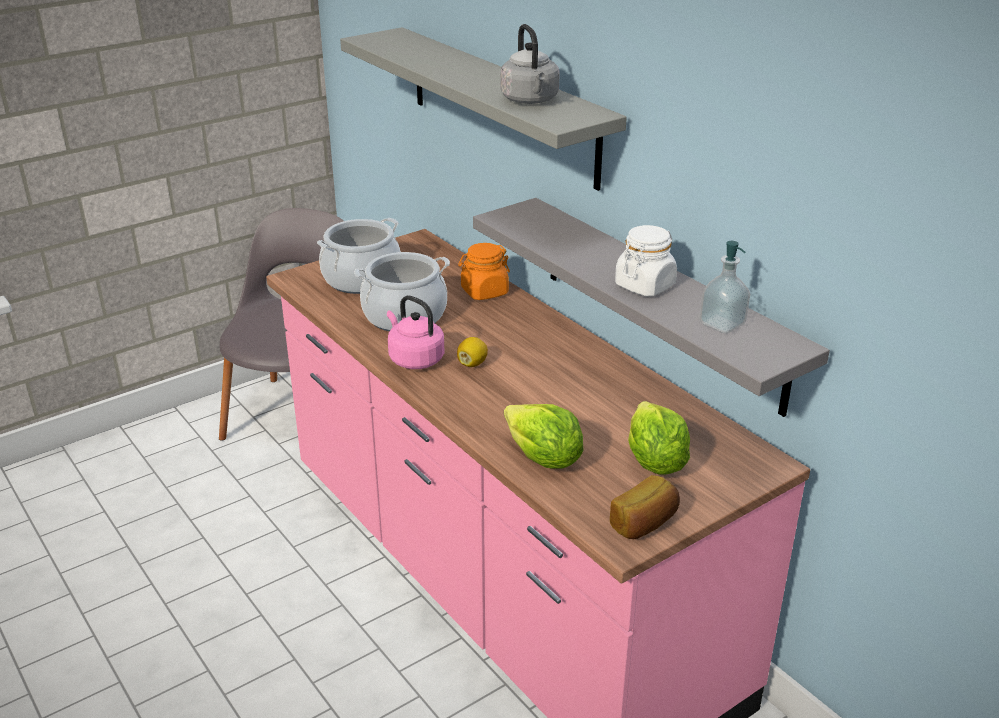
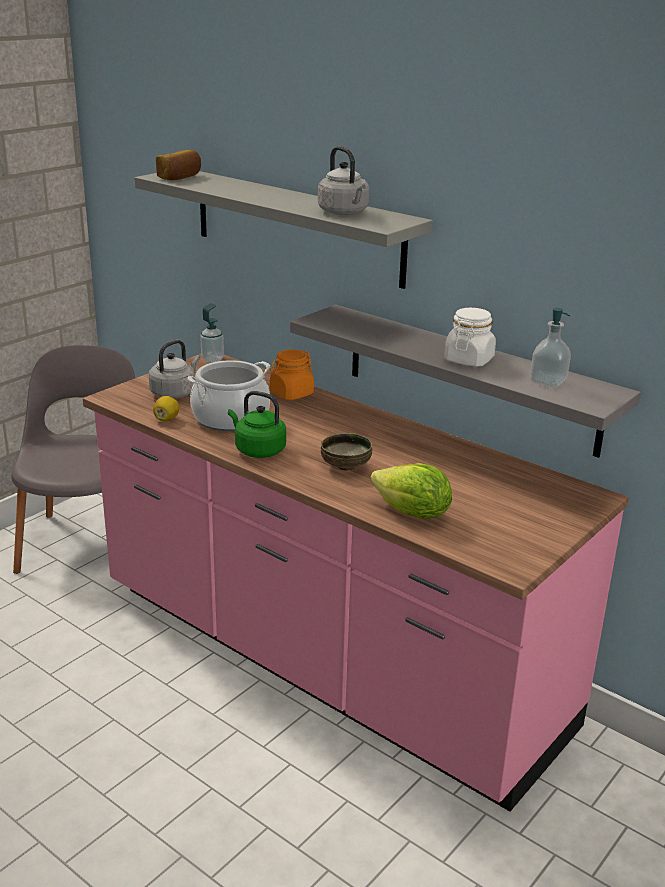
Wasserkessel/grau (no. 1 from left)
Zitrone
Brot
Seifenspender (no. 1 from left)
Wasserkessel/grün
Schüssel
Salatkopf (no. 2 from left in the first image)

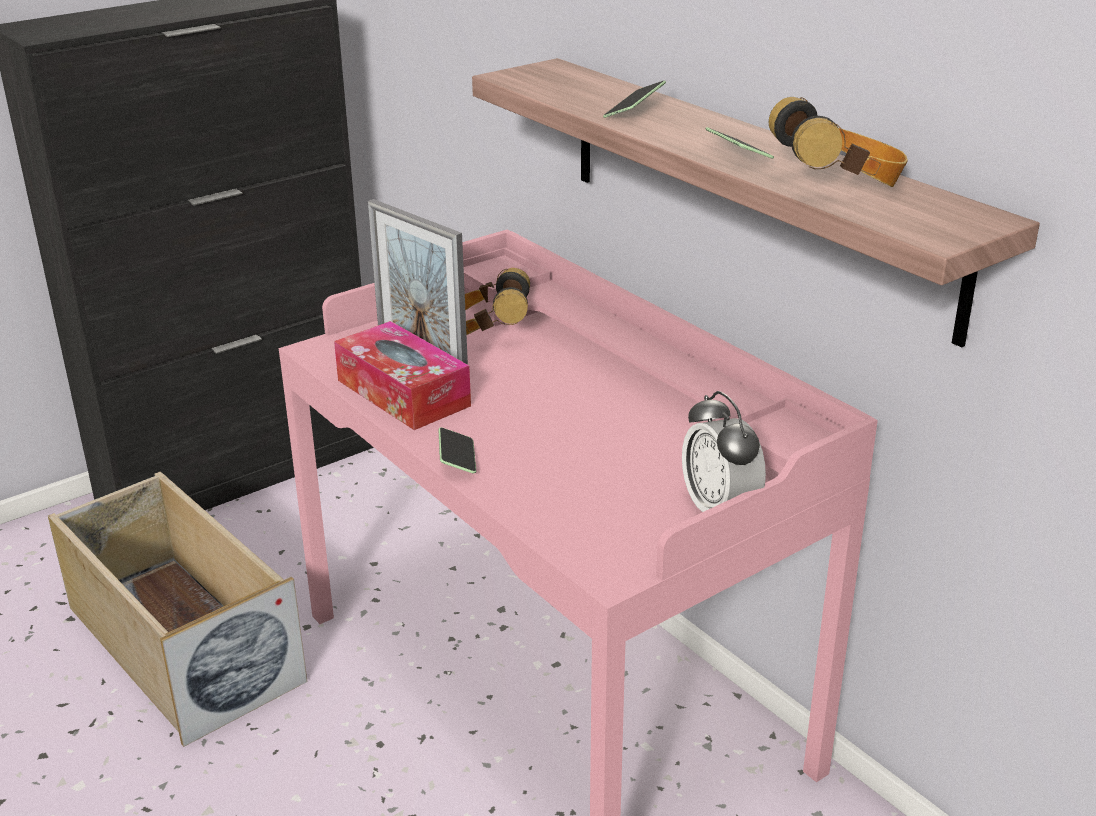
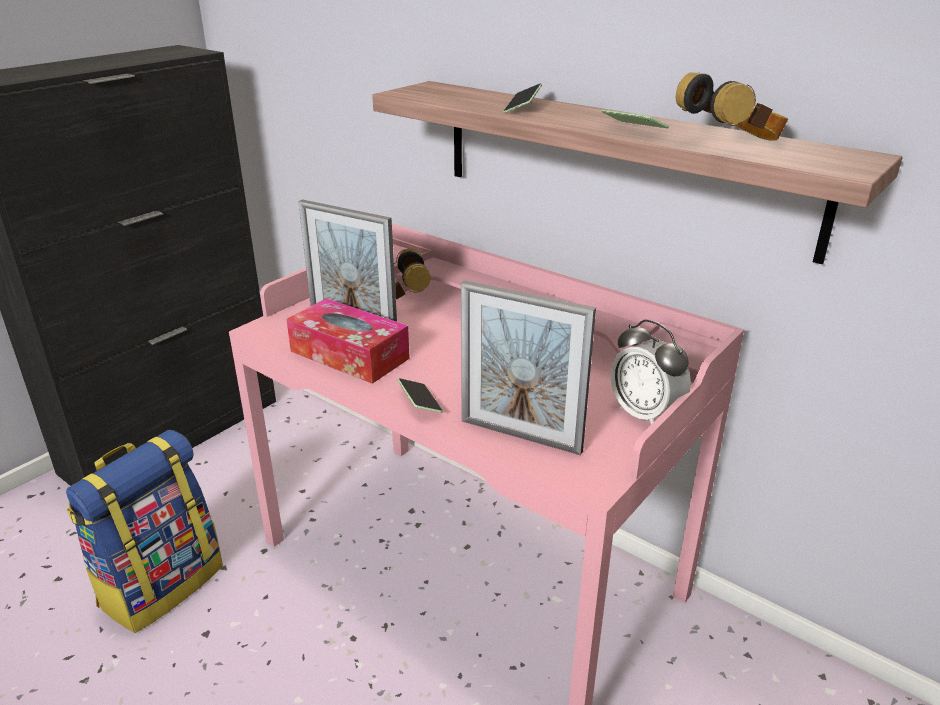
Rucksack
Bilderrahmen (no. 2 from left)

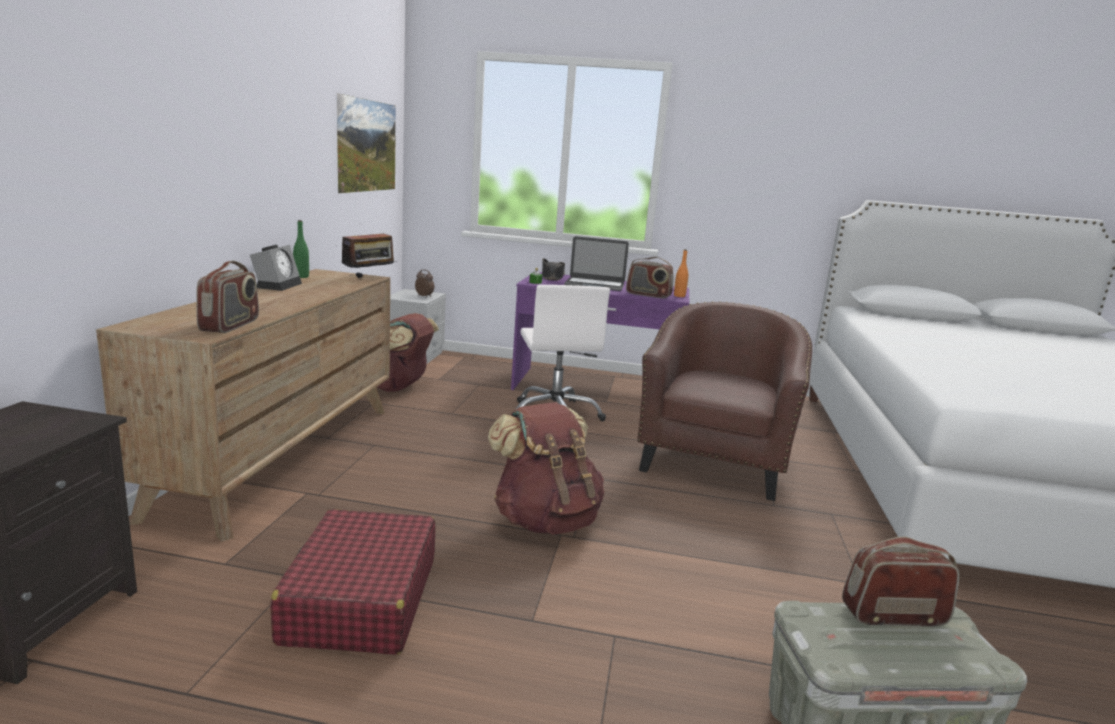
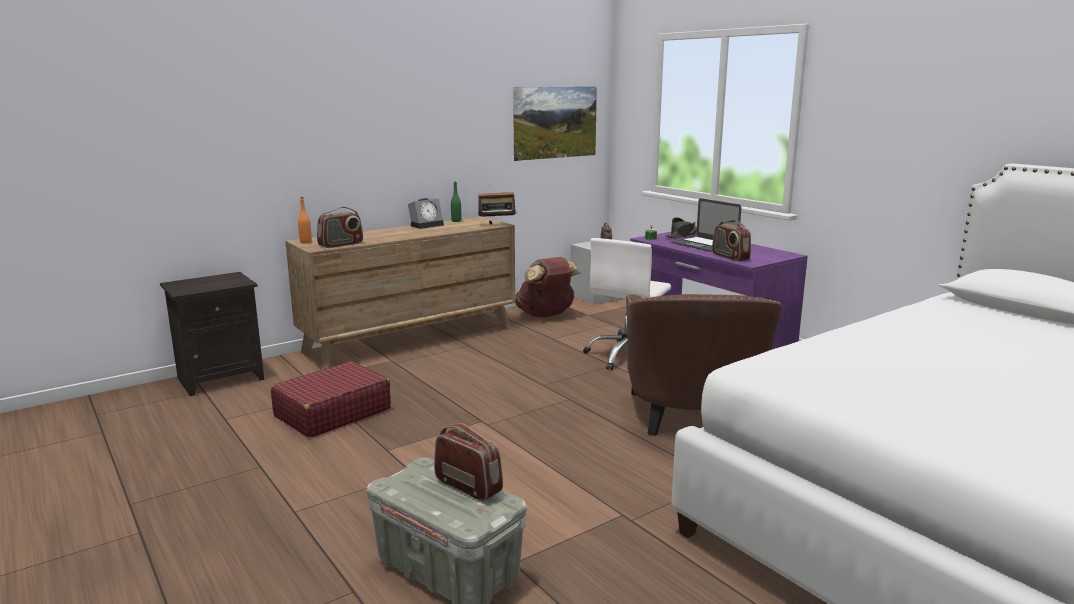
Flasche/orange
Sessel/braun
Rucksack/braun (no. 2 from left in the first image)

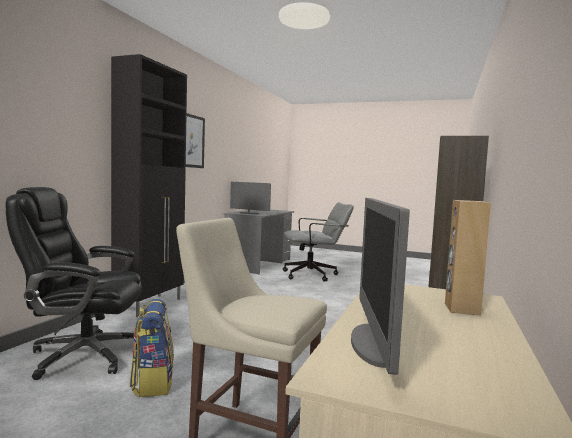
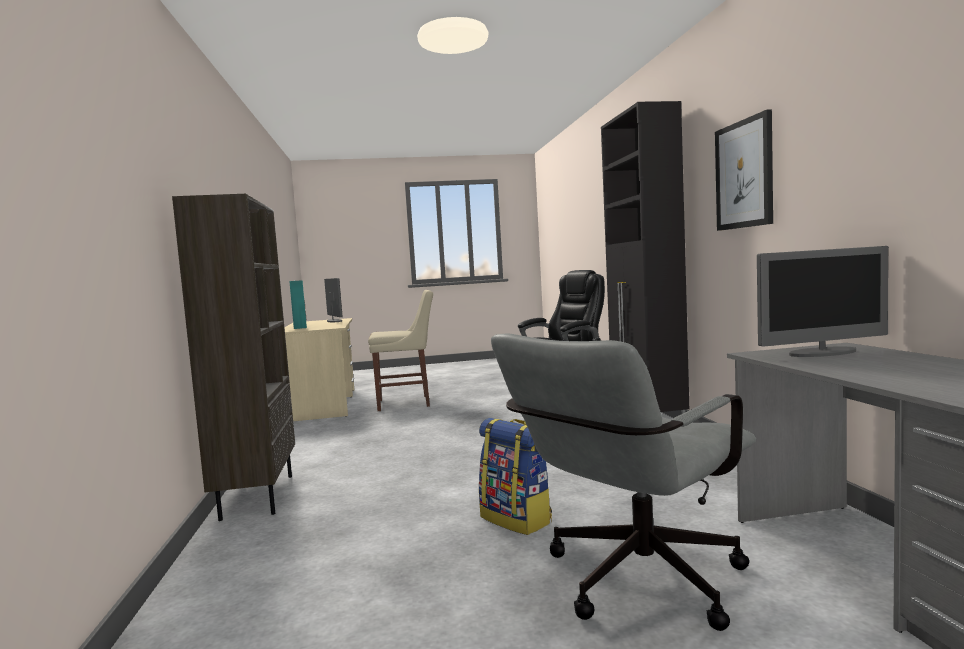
Lautsprecher/türkis
Rucksack

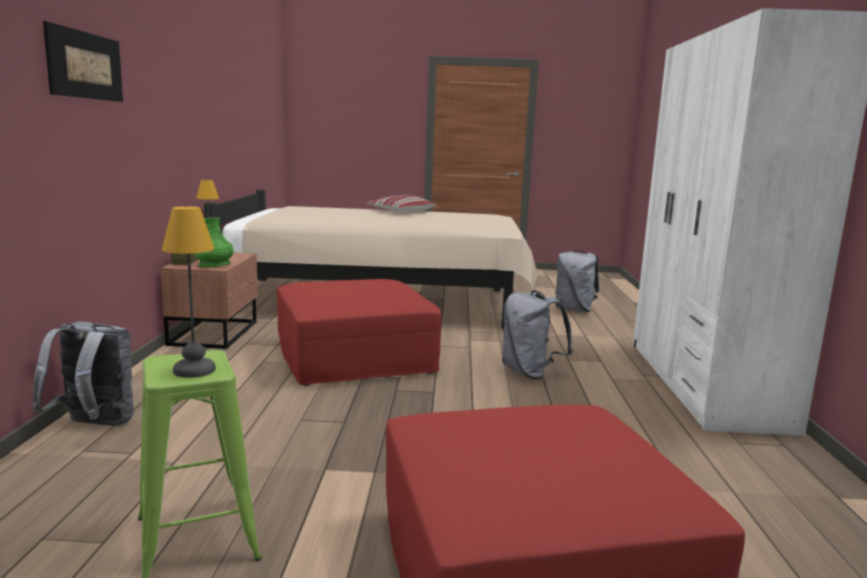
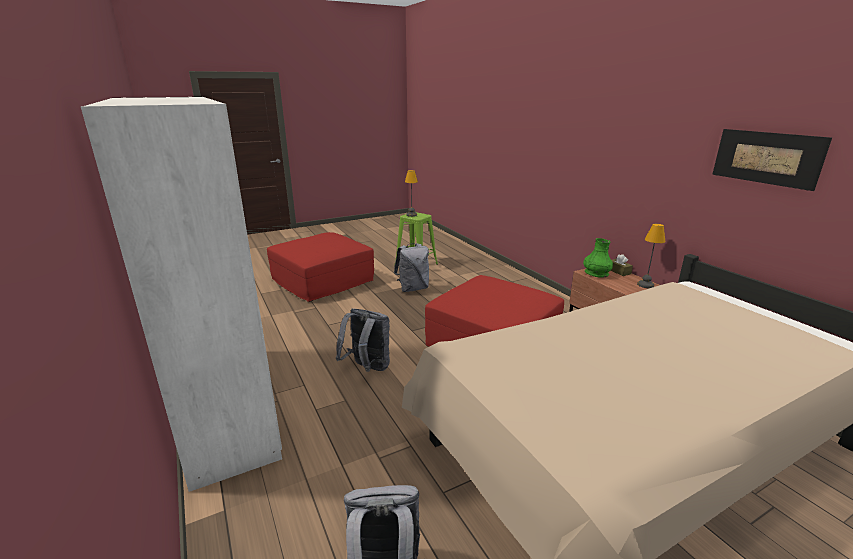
Rucksack/grau (no. 3 from left)
Bild
Kissen

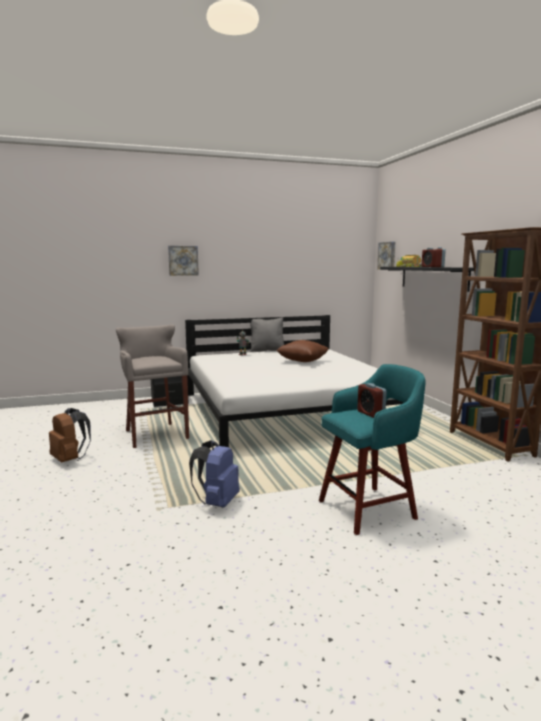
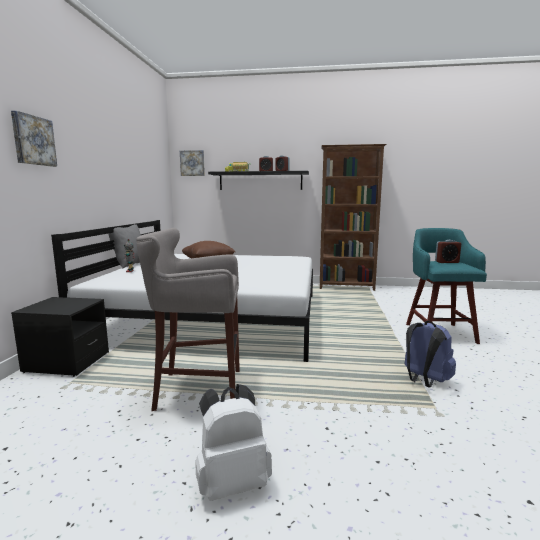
Rucksack/weiß

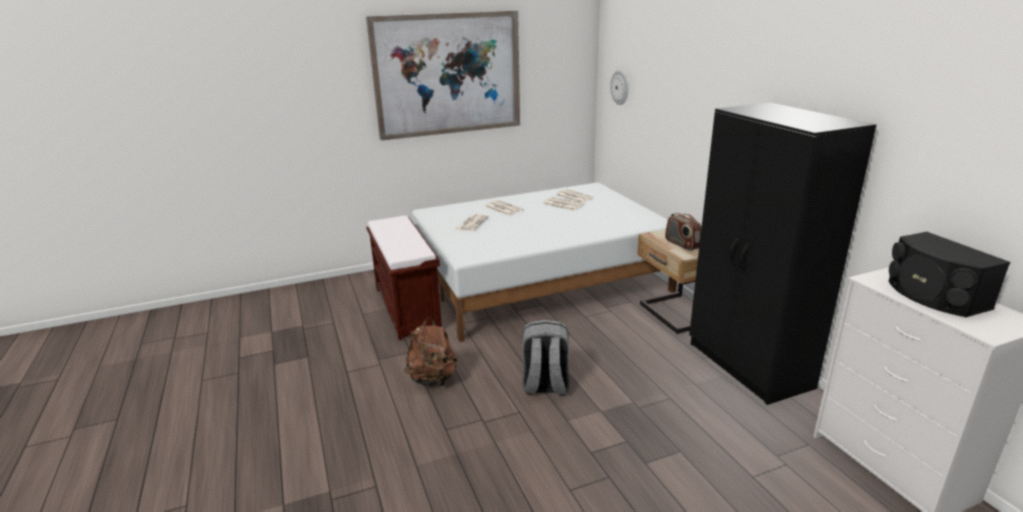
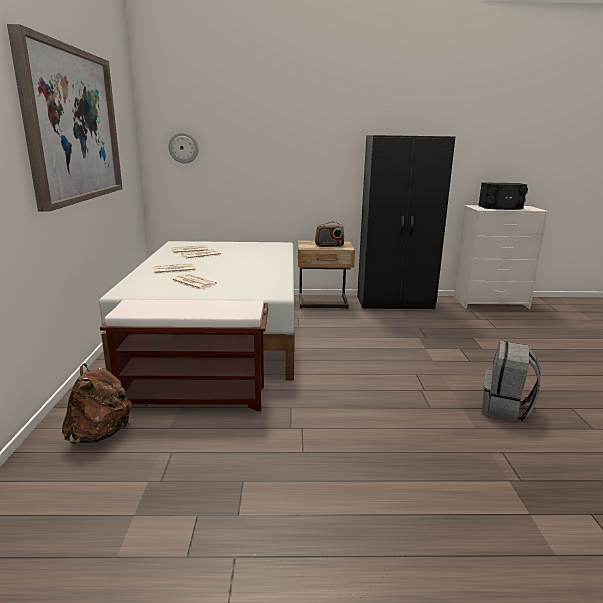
Rucksack/braun
Rucksack/grau

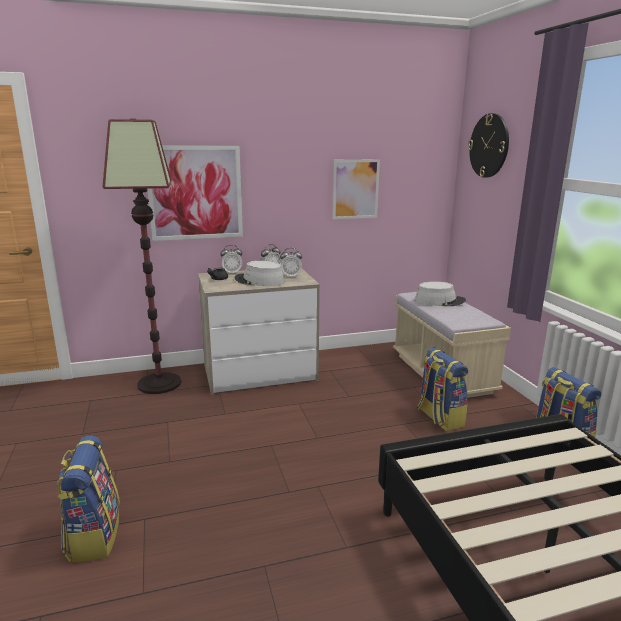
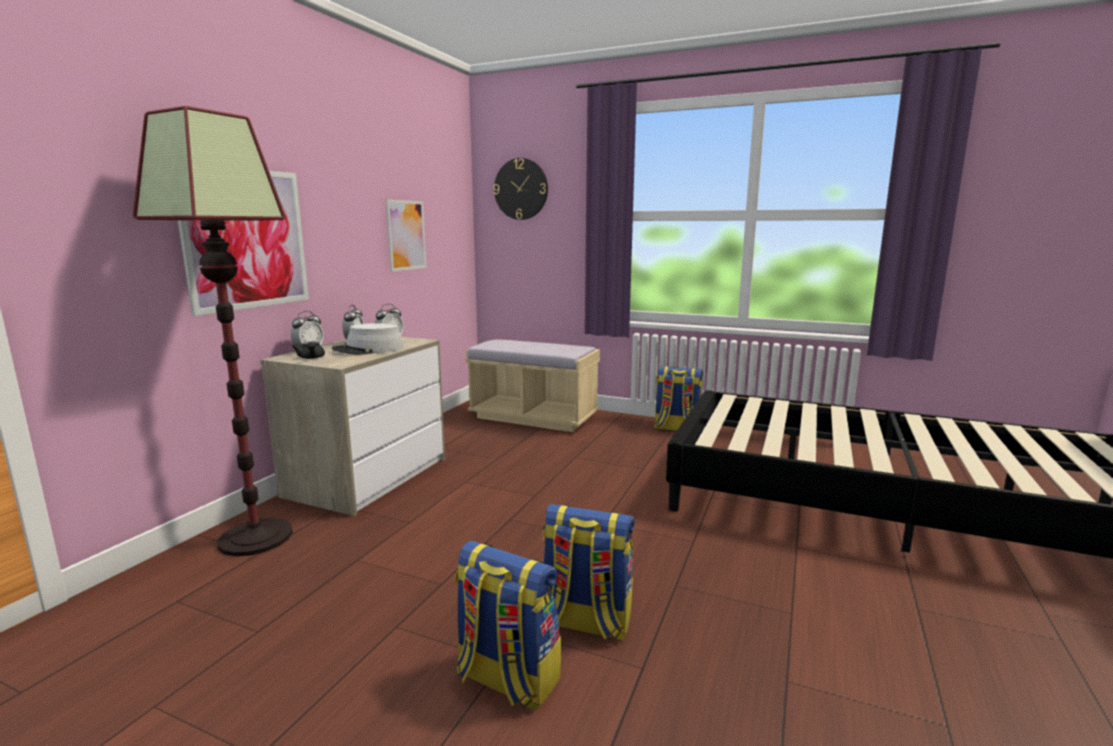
Rucksack (no. 2 from left)
Hut/grau (no. 2 from left in the first image)

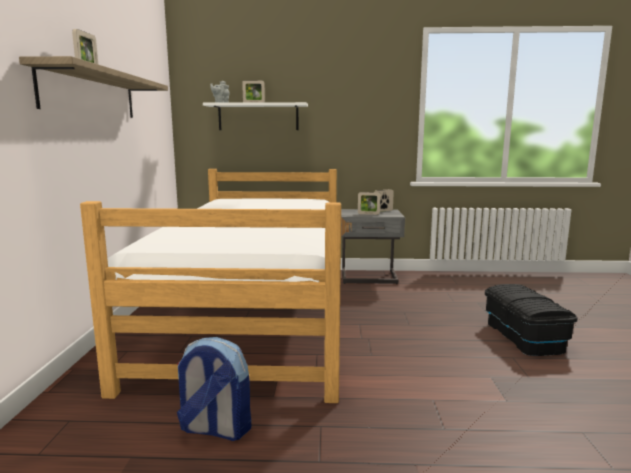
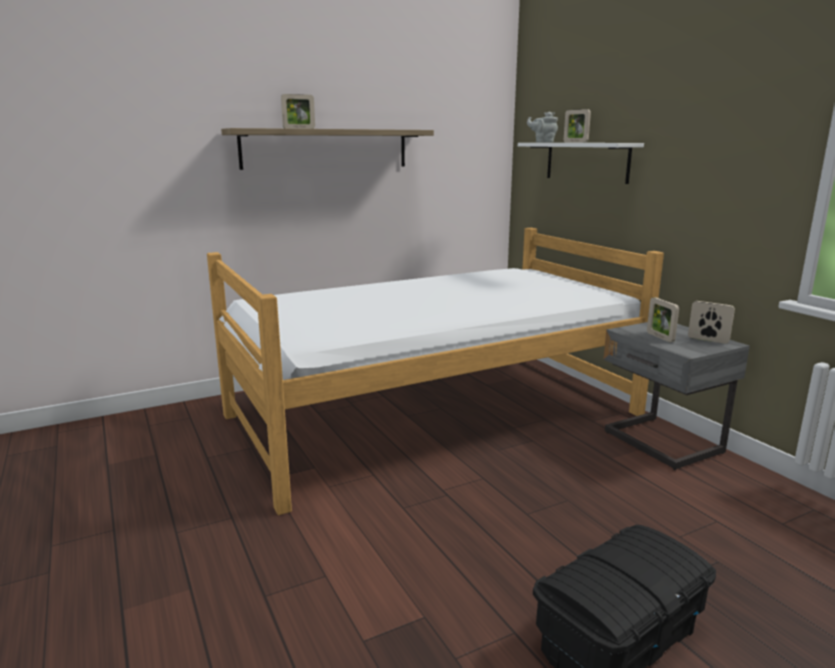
Rucksack

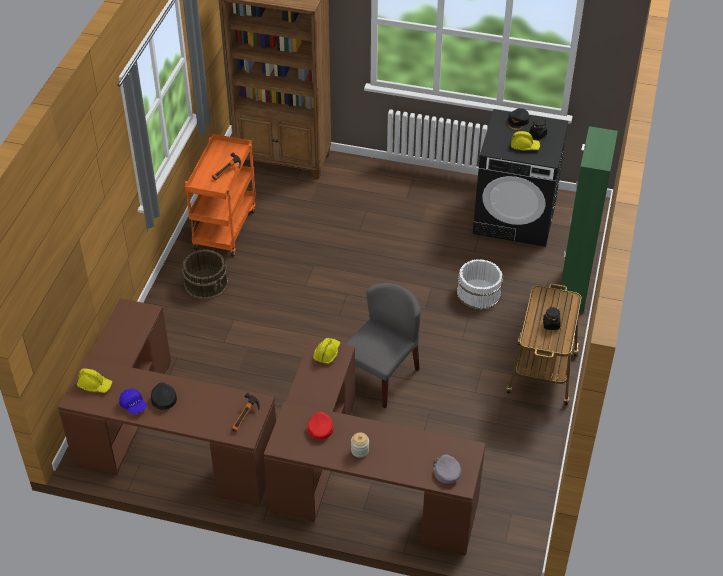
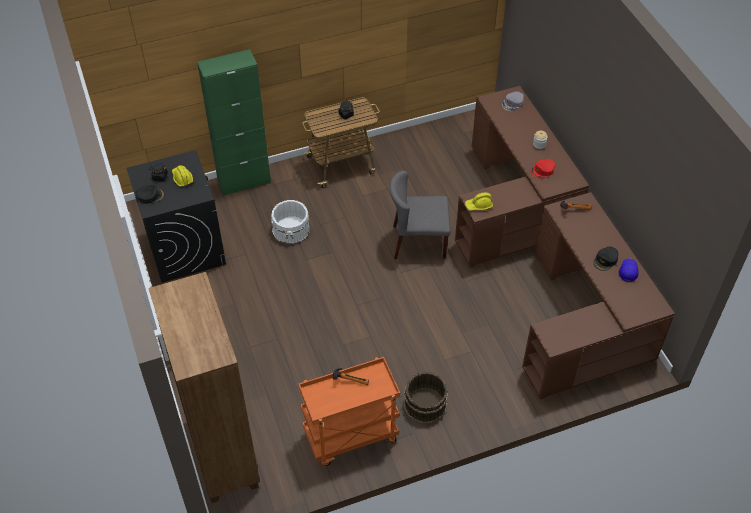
Schutzhelm/gelb (no. 1 from left in the first image)

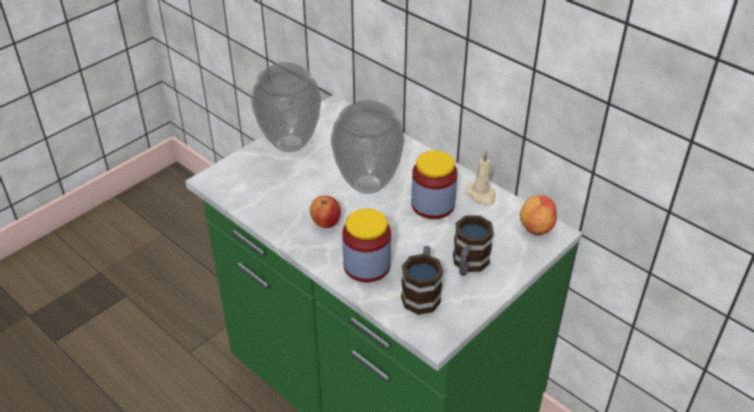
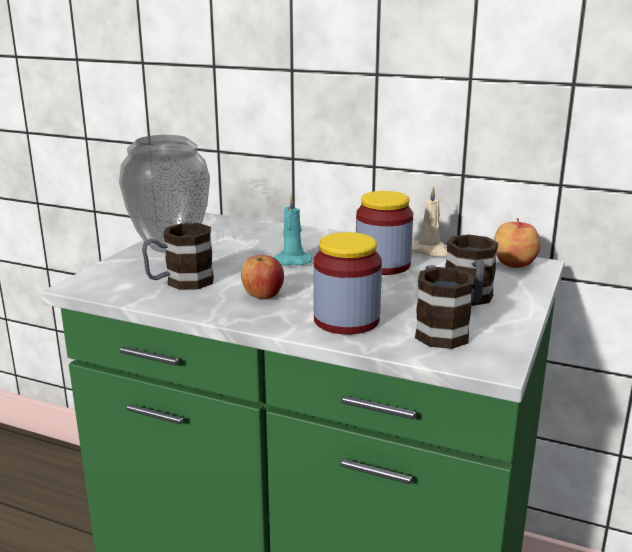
Henkelbecher (no. 1 from left)
Kerze/türkis

